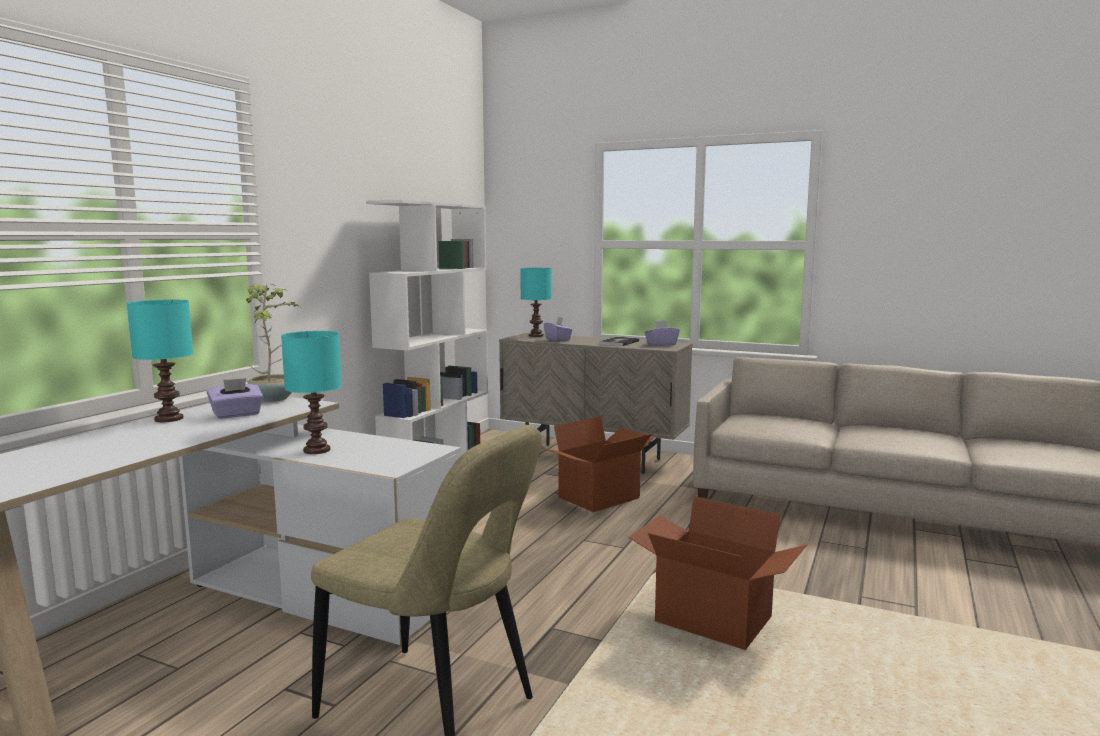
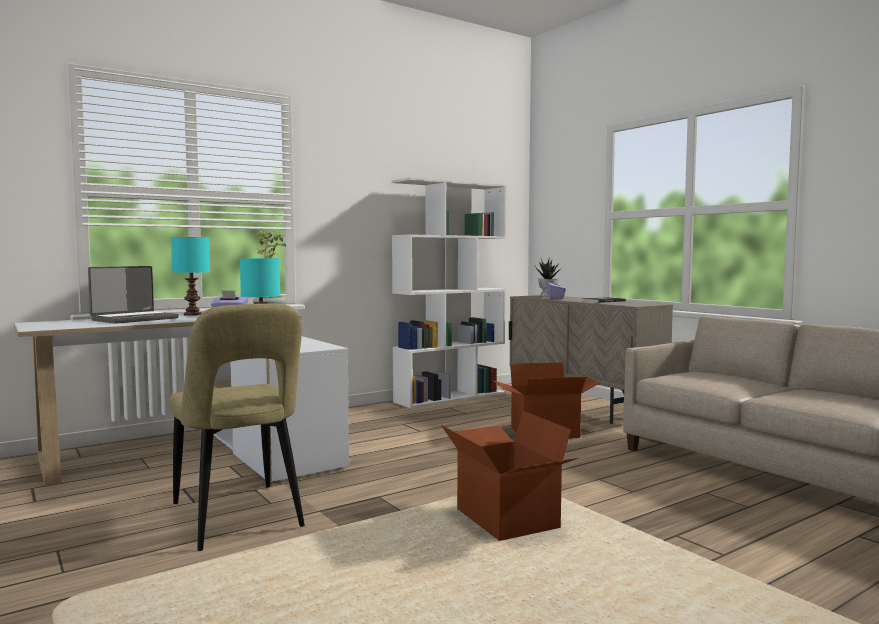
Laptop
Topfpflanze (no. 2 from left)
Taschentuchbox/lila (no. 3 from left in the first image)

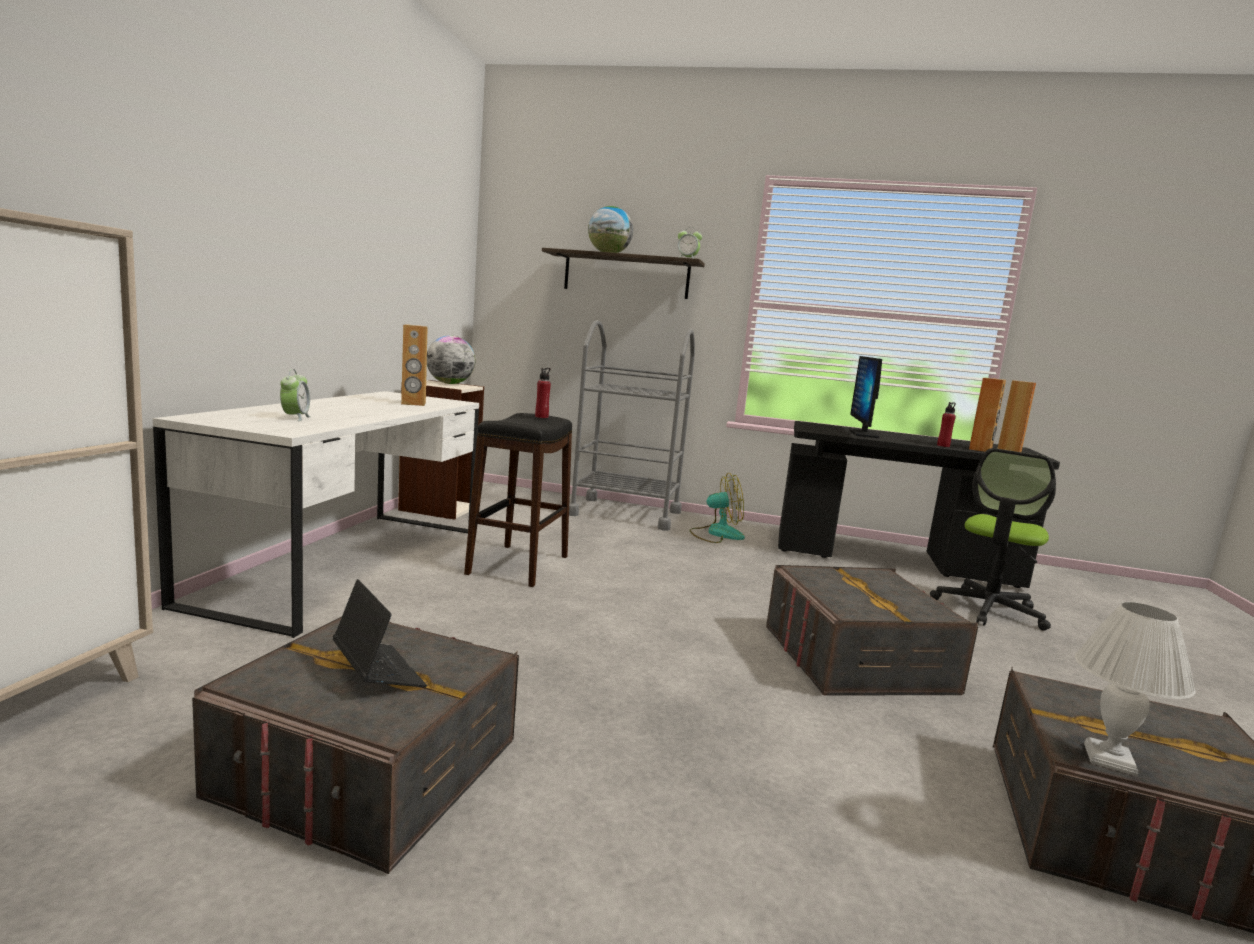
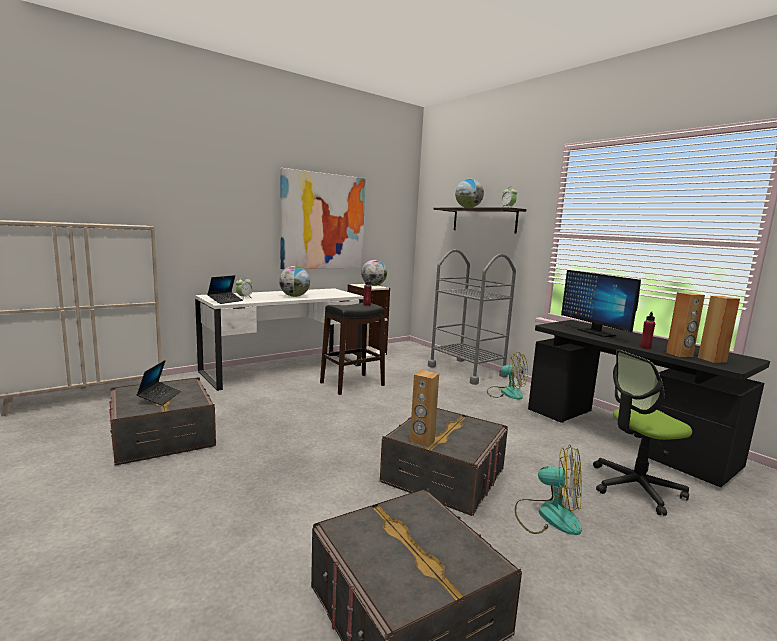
Laptop (no. 2 from left)
Globus (no. 1 from left)
Bild
Lautsprecher/braun (no. 1 from left)
Ventilator (no. 2 from left)
Monitor
Tischlampe/weiß

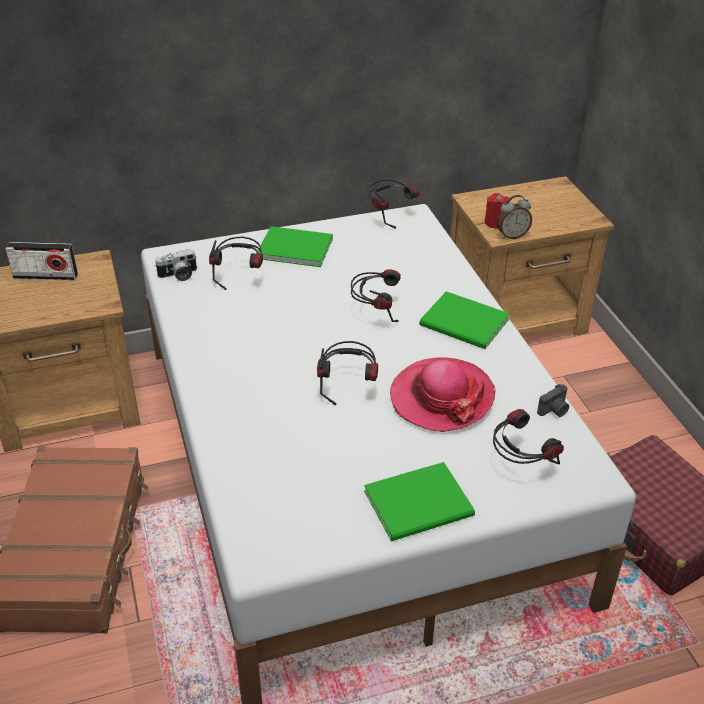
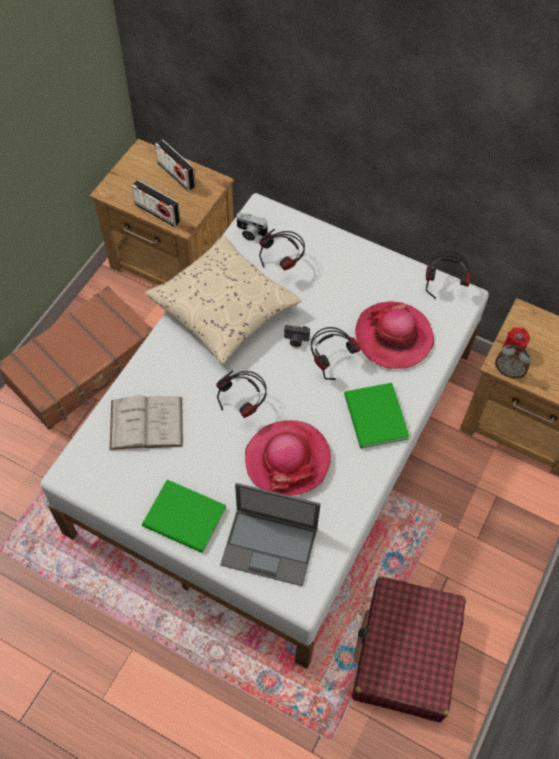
Buch/weiß
Radio (no. 1 from left)
Kissen/beige
Laptop
Kamera (no. 2 from left)
Hut (no. 2 from left)
Buch/grün (no. 1 from left in the first image)

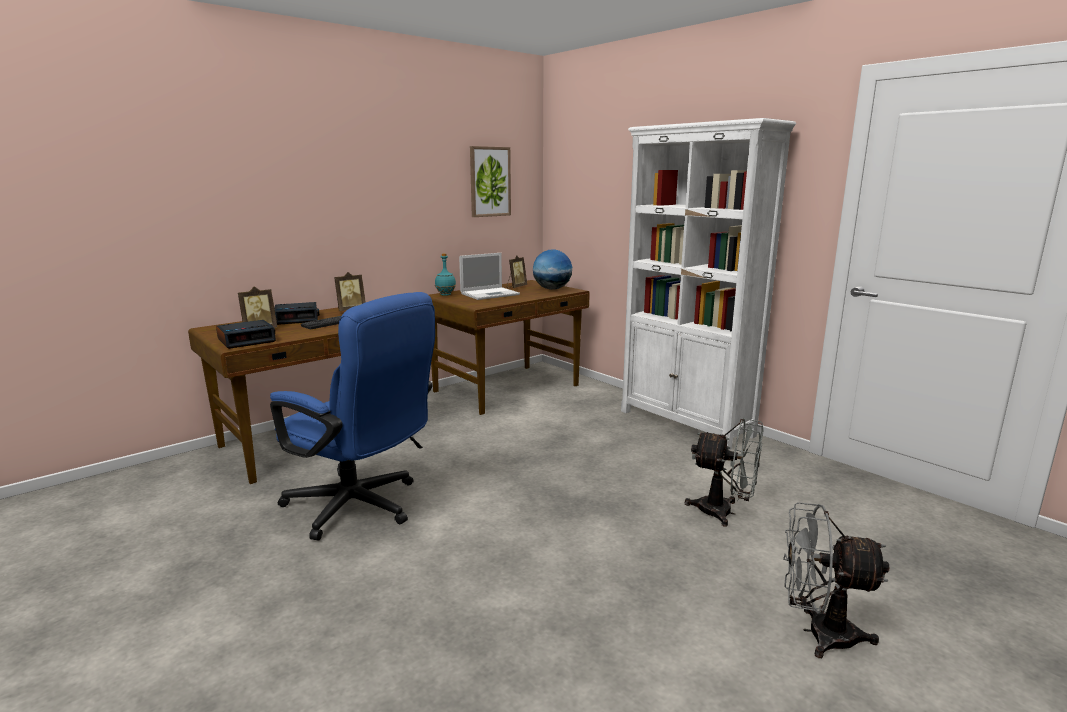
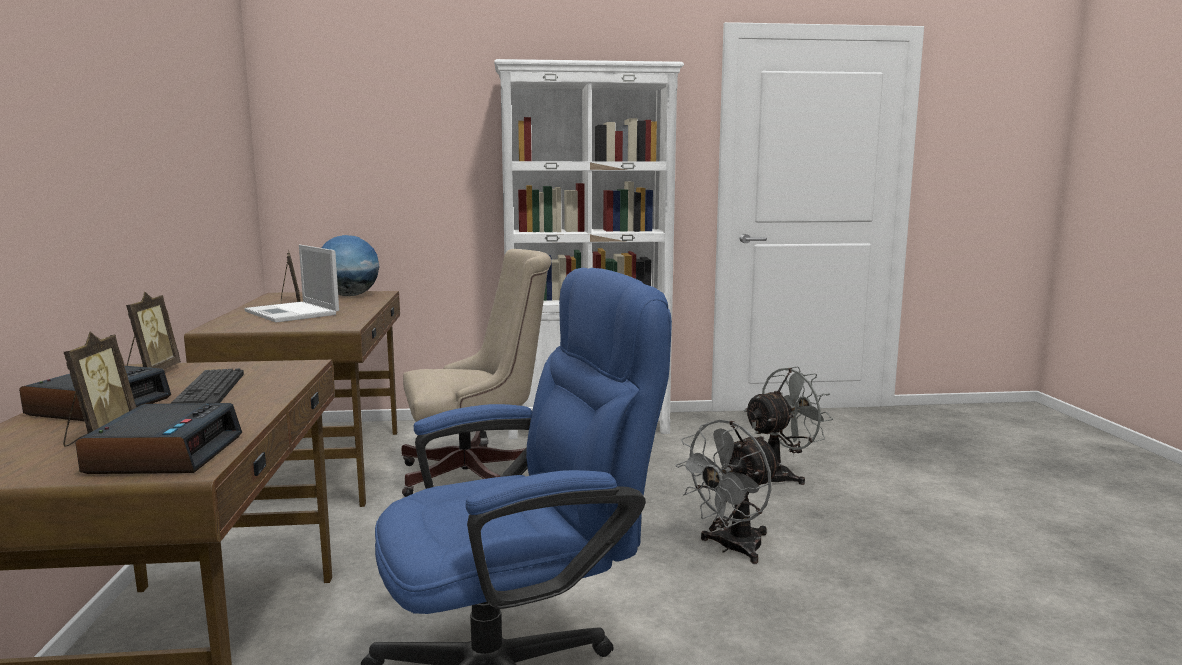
Laptop
Bürostuhl/beige
Ventilator/grau (no. 1 from left)
Flasche/türkis
Bild

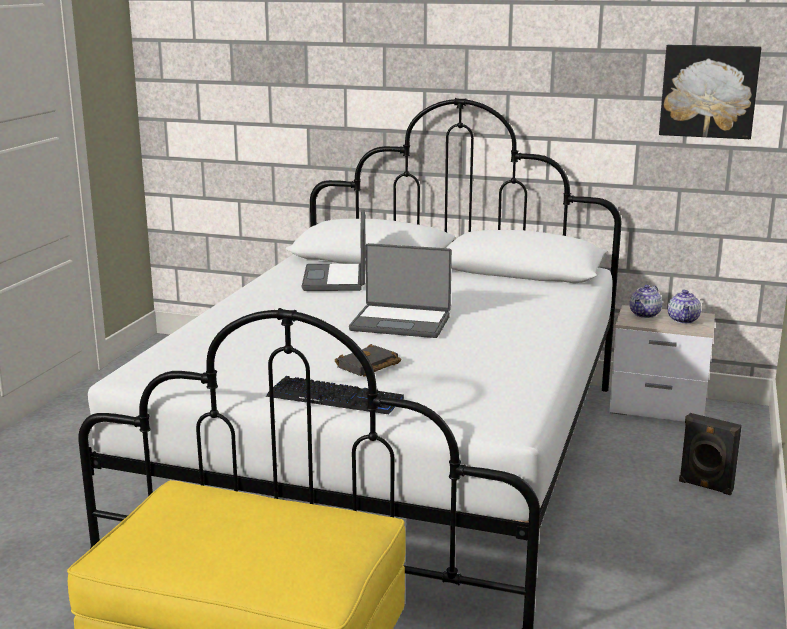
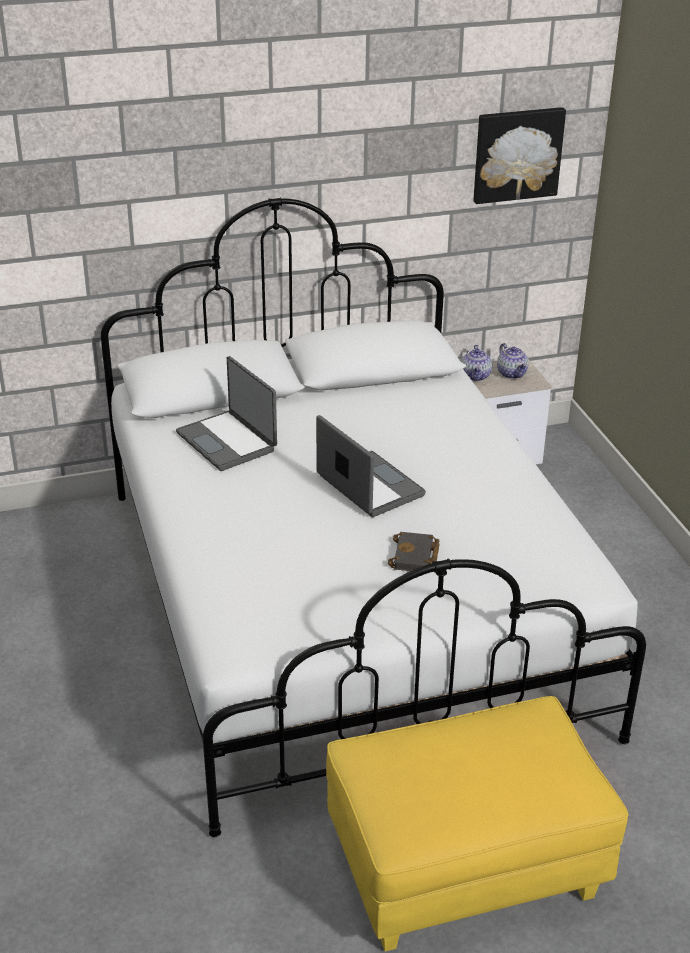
Laptop (no. 2 from left)
Tastatur
Lautsprecher/schwarz

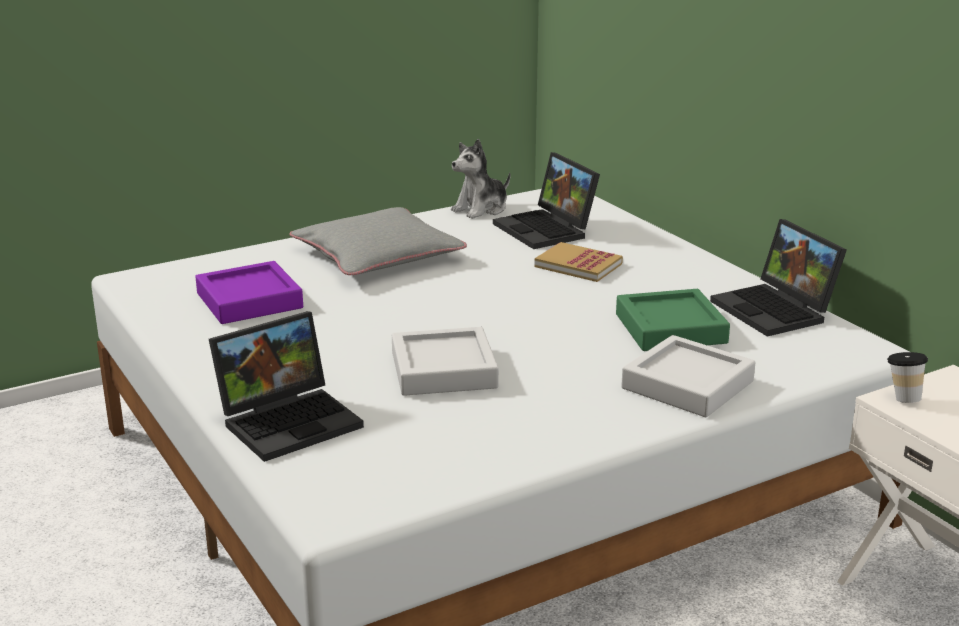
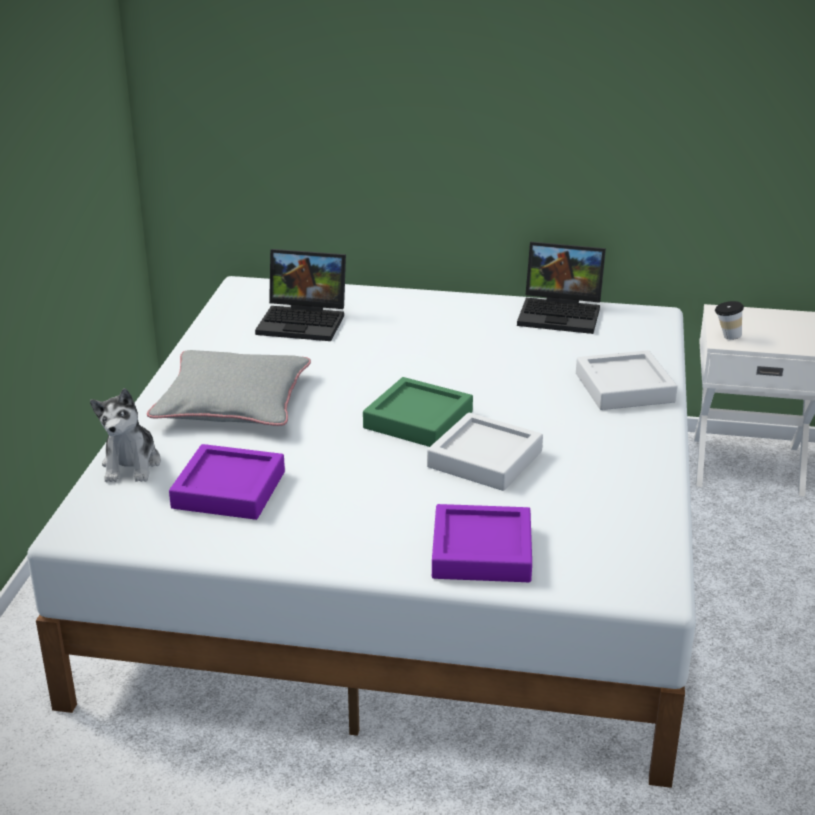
Plüschtier
Tablett/grün
Tablett/lila (no. 2 from left)
Buch

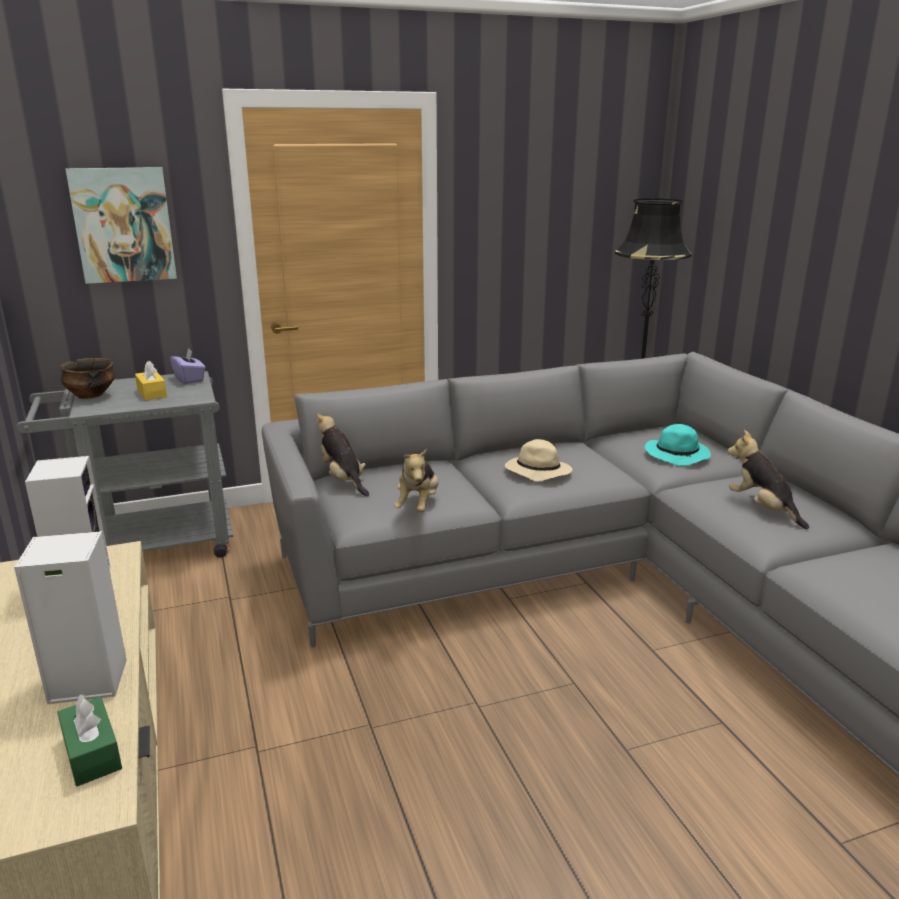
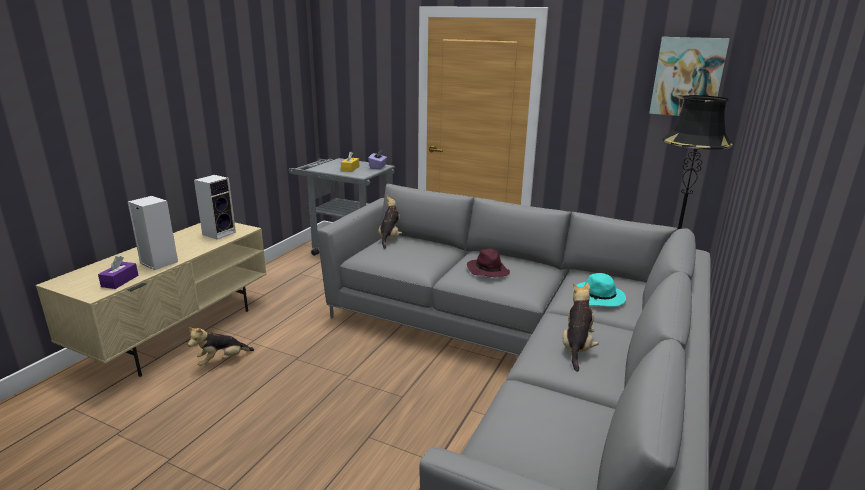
Taschentuchbox/lila (no. 1 from left)
Plüschtier (no. 1 from left)
Hut/lila
Bild
Schüssel

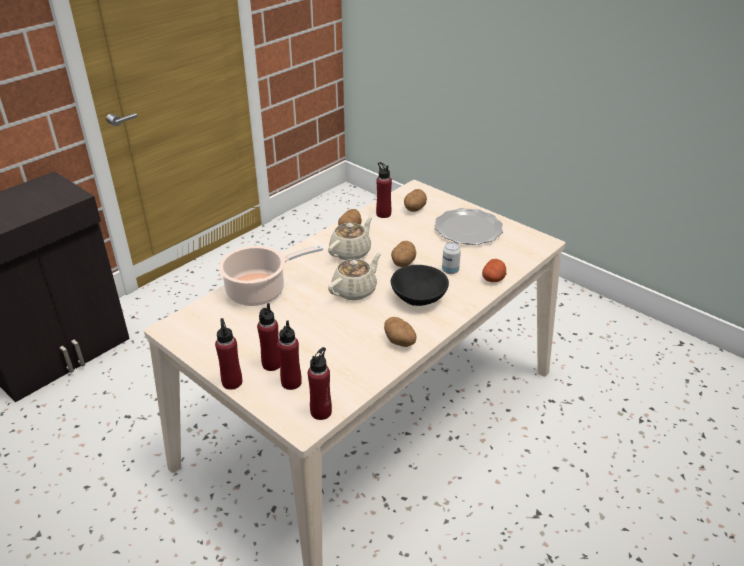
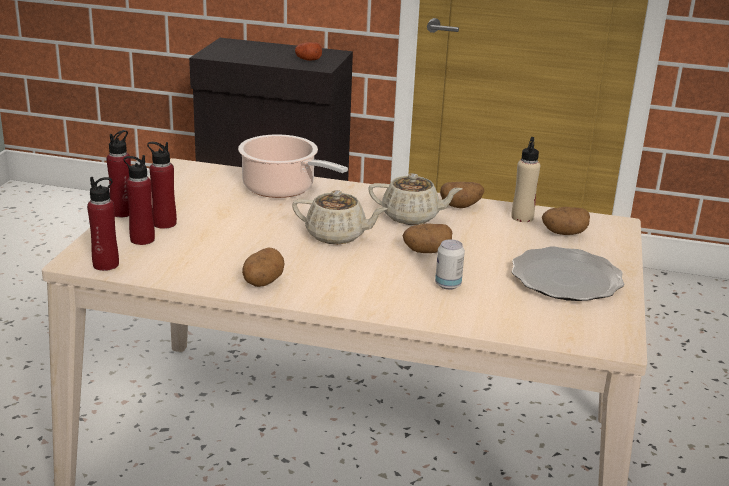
Kartoffel (no. 2 from left)
Flasche/beige
Schüssel/schwarz

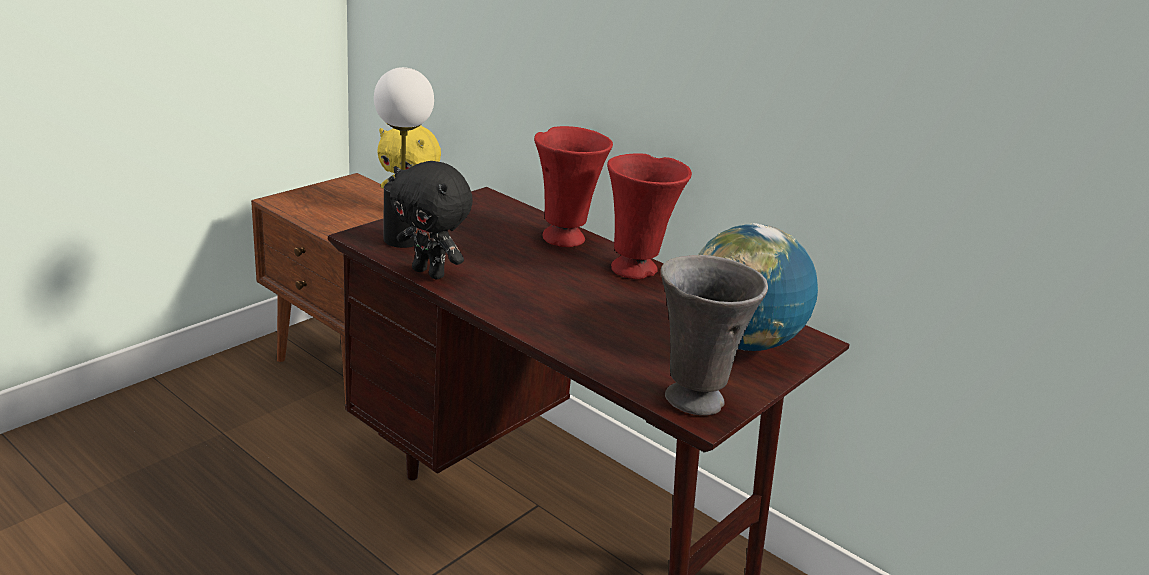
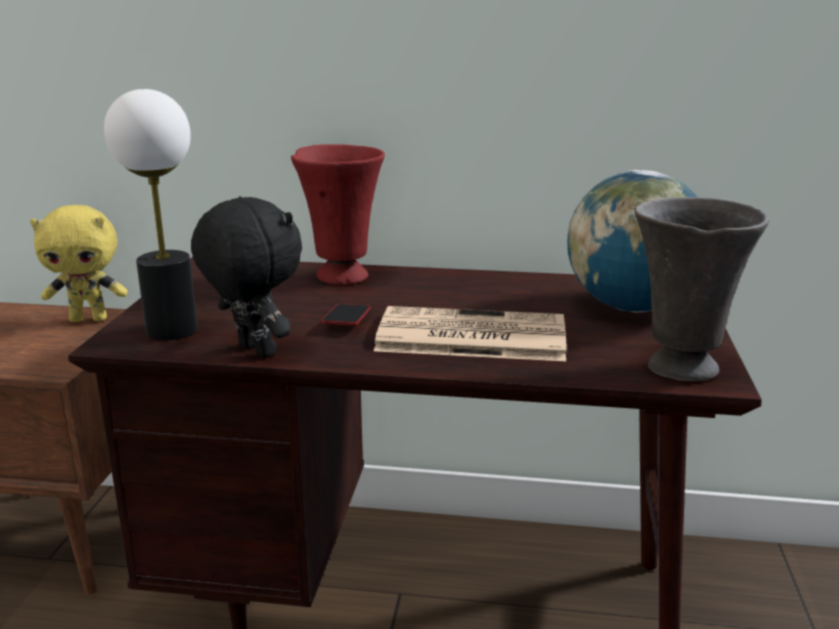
Plüschtier/schwarz
Handy
Zeitung
Vase/rot (no. 2 from left in the first image)

